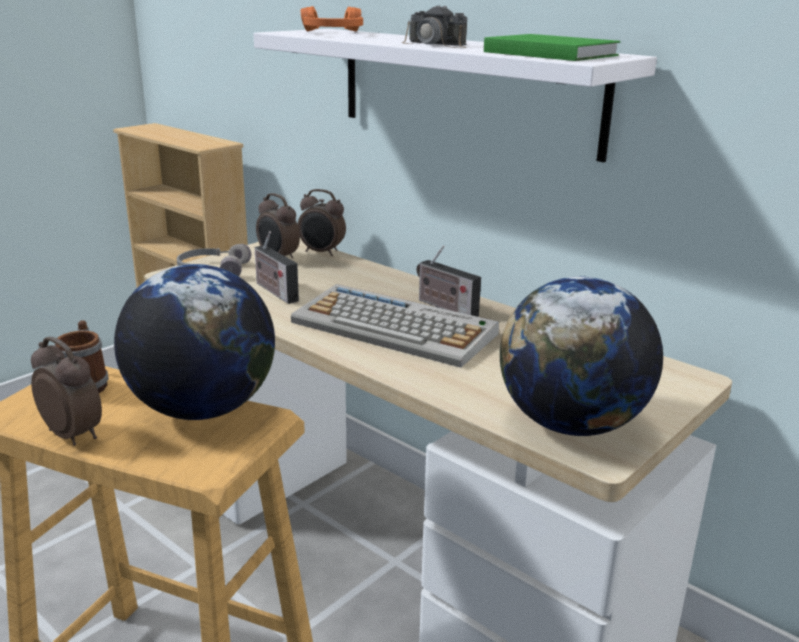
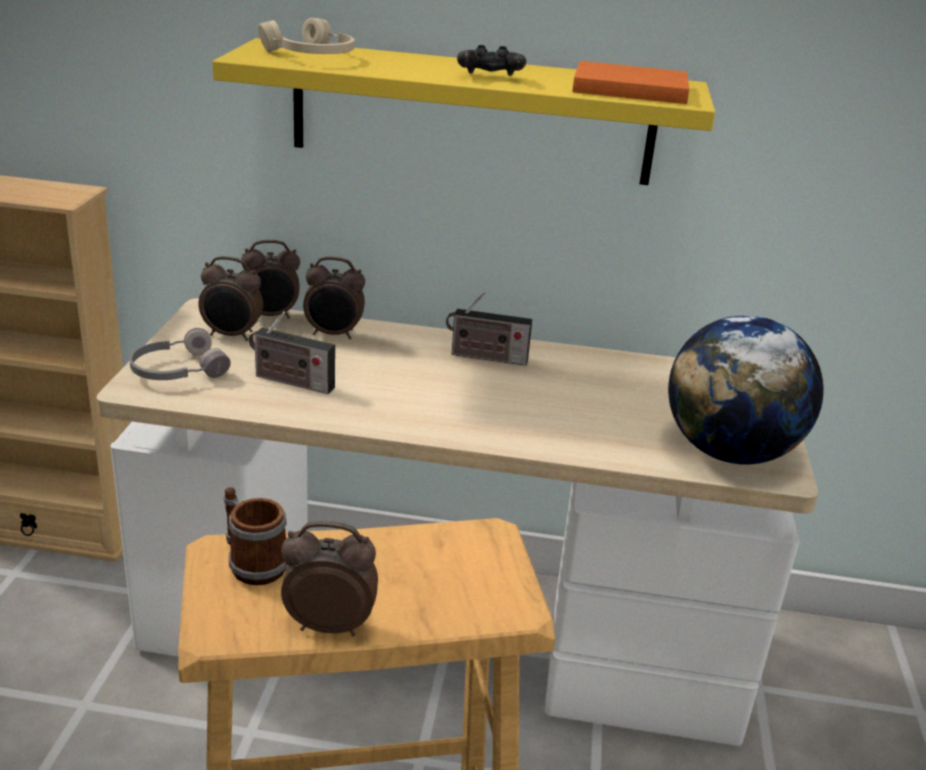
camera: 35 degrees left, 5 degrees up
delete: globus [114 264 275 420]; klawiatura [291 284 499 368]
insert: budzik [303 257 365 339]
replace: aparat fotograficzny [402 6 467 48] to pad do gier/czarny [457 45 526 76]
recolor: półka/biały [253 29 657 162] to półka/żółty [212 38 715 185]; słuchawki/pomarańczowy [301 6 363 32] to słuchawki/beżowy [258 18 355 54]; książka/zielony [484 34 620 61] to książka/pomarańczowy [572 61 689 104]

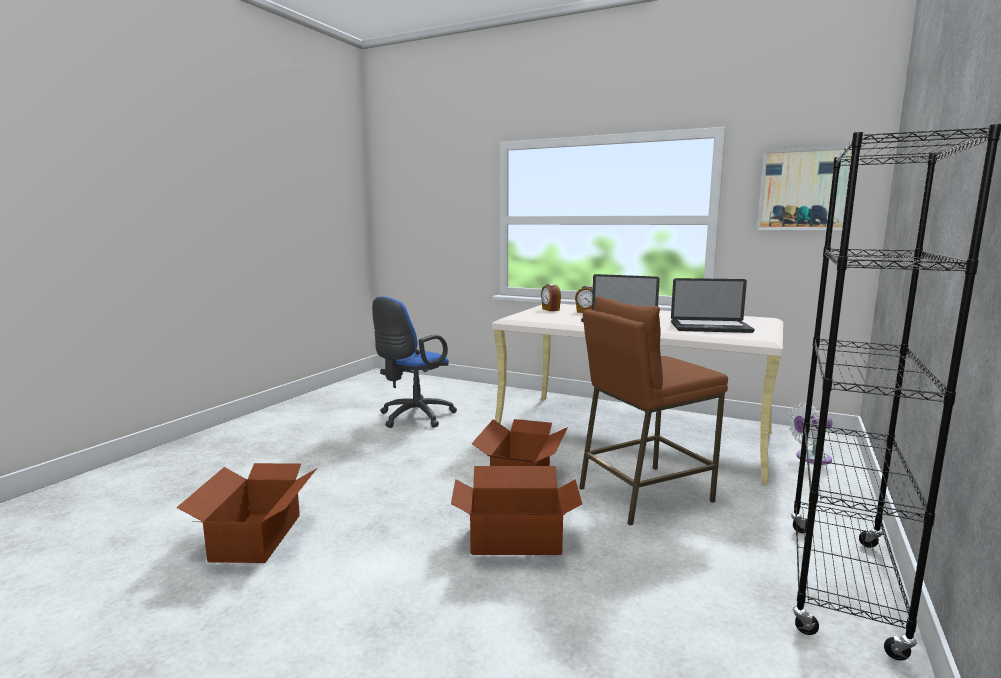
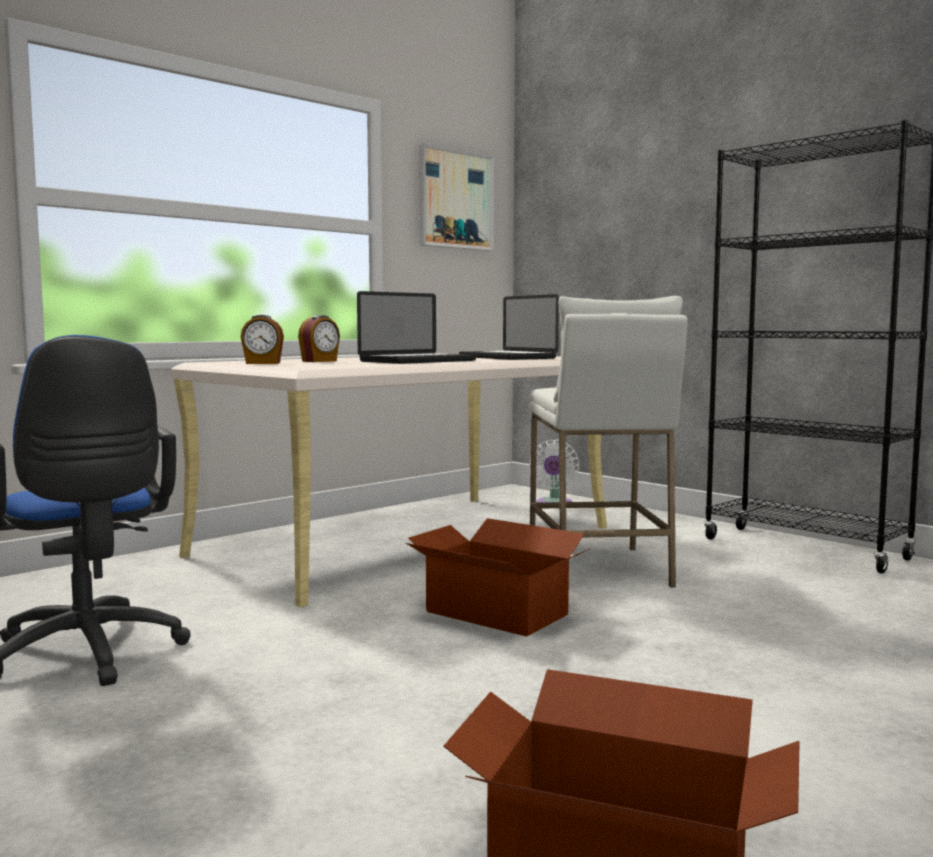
camera: 70 degrees left, 5 degrees down
delete: karton [451 466 582 555]
recolor: stołek/brązowy [579 296 728 525] to stołek/biały [530 296 688 587]
rotate: laptop [671 278 754 333] = [459 294 559 360] 120 degrees clockwise

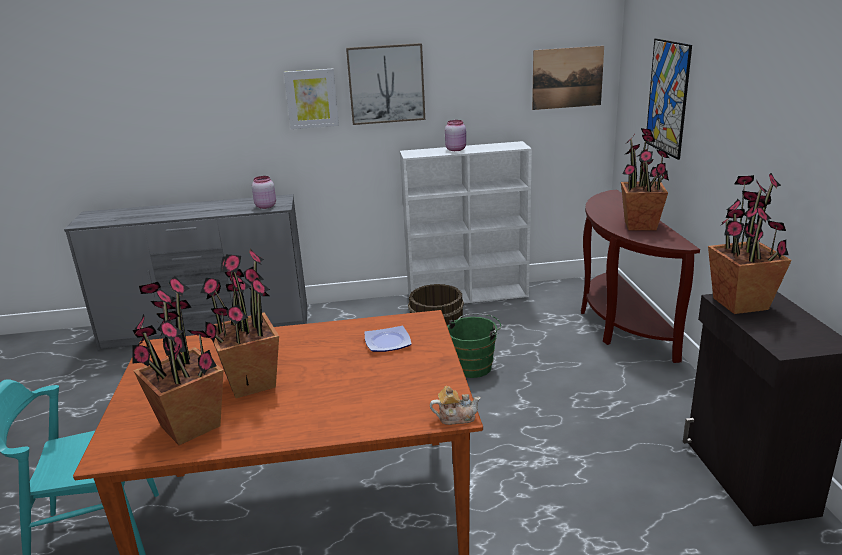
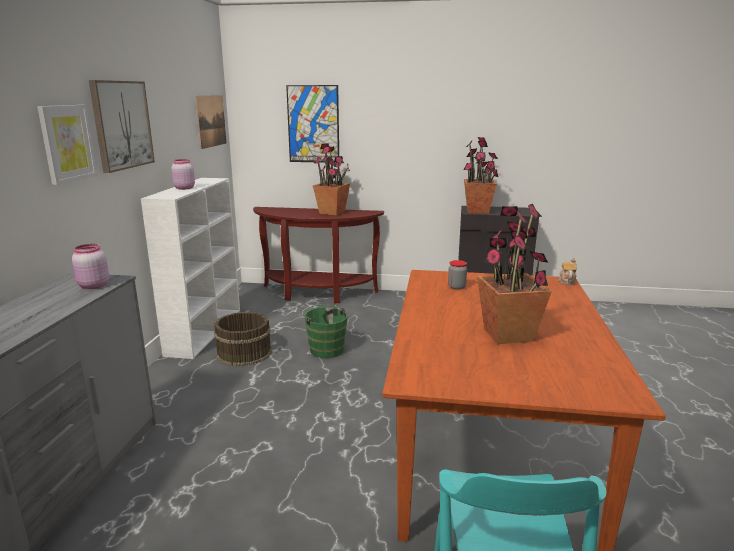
camera: 75 degrees left, 5 degrees down
delete: roślina doniczkowa [133 276 223 445]
replace: talerz [364 326 412 352] to słoik [448 260 467 290]

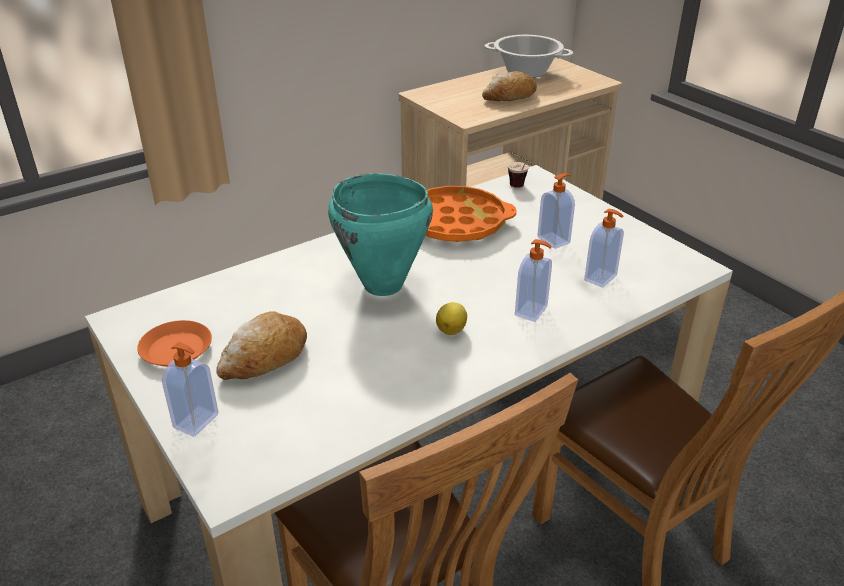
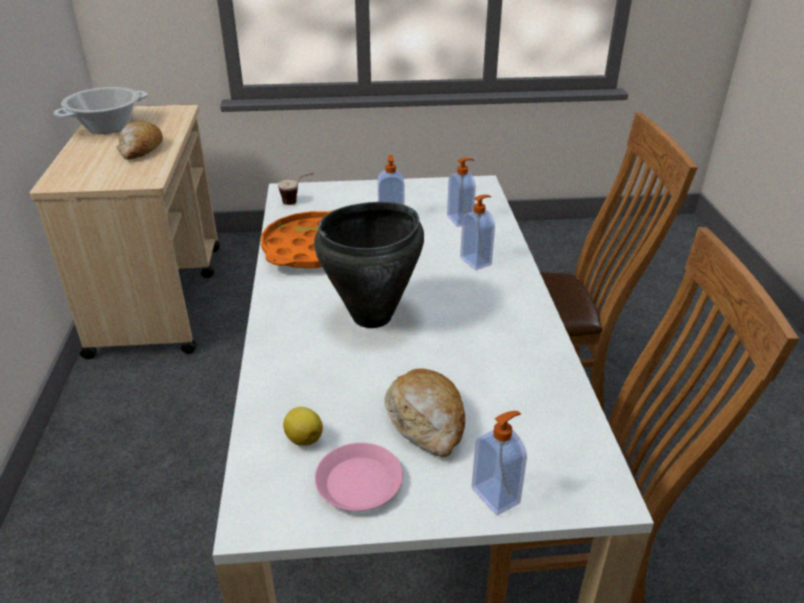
camera: 60 degrees left, 0 degrees up
move: cytryna [436 302 467 335] to [283 407 323 446]
recolor: talerz/pomarańczowy [137 320 212 367] to talerz/różowy [315 443 403 511]; garnek/turkusowy [328 173 433 296] to garnek/czarny [314 202 424 328]

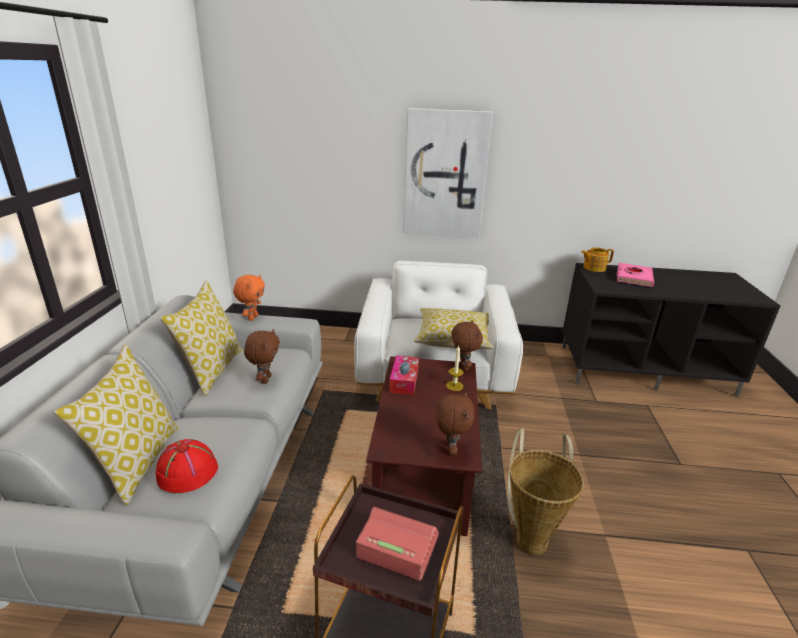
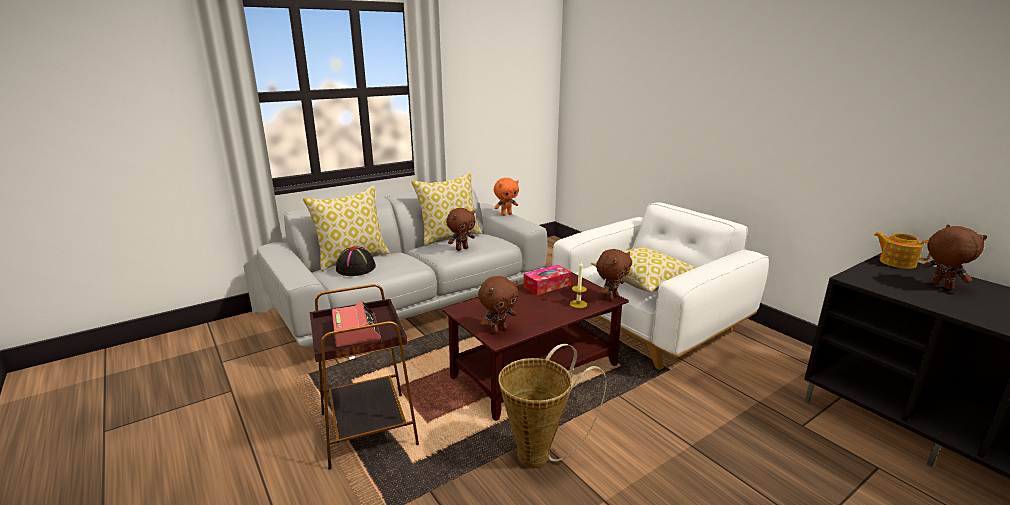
camera: 50 degrees right, 5 degrees down
delete: obraz [403 108 493 238]
replace: książka/różowy [616 263 654 287] to pluszak/brązowy [922 225 987 290]
recolor: kapelusz/czerwony [156 439 218 493] to kapelusz/czarny [336 246 376 276]

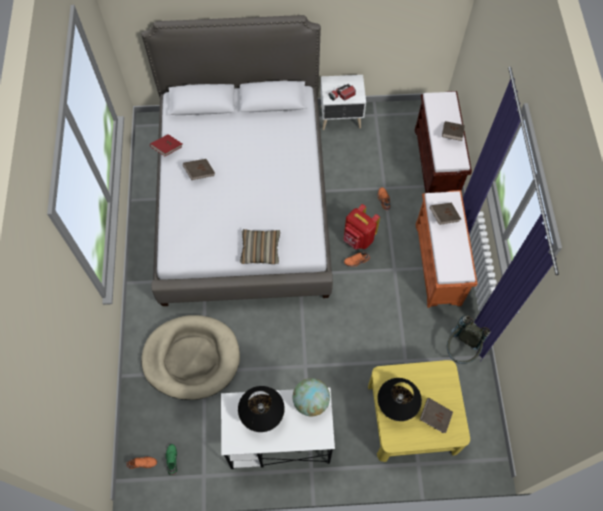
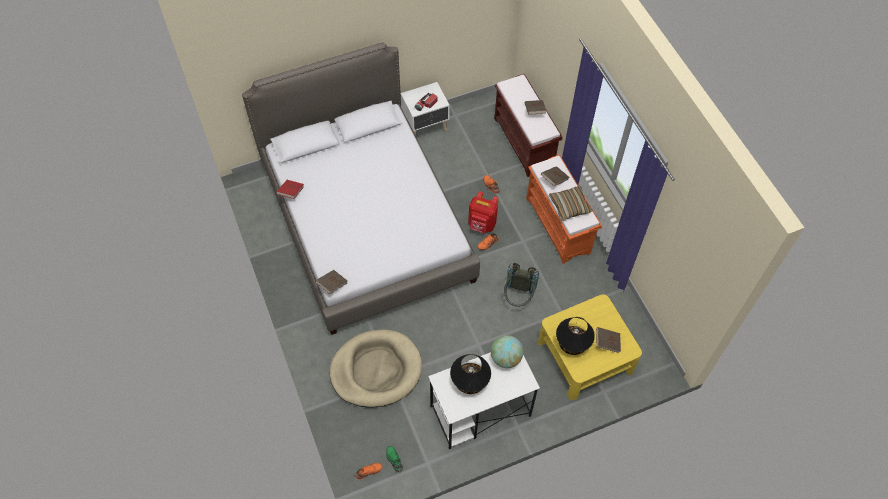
camera: 20 degrees left, 5 degrees down
move: książka/brązowy [183 159 215 180] to [315 270 347 294]; poduszka [240 229 280 264] to [549 185 592 221]; plecak/szary [447 315 491 364] to [504 263 539 307]

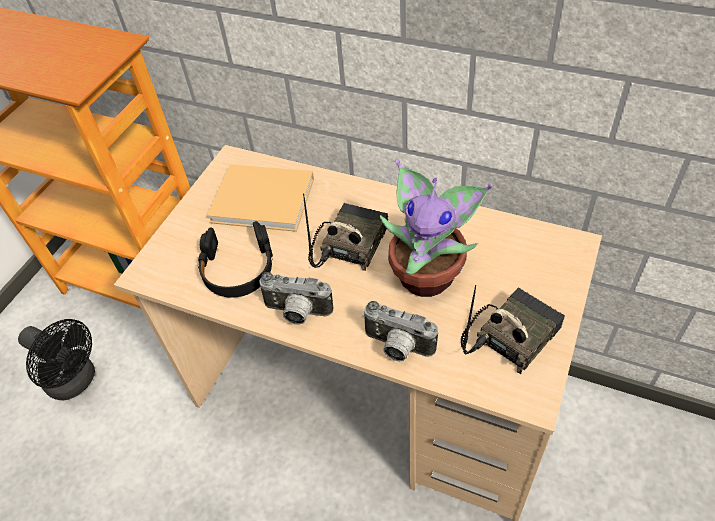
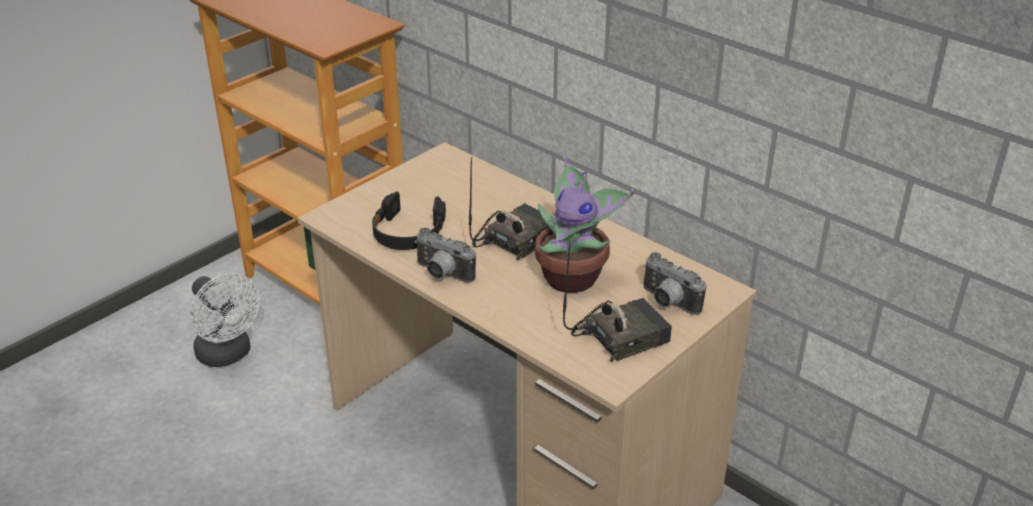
camera: 15 degrees right, 15 degrees down
delete: książka/beżowy [207 164 314 232]
move: aparat fotograficzny [362 301 438 362] to [643 252 706 315]
recolor: wentylator/czarny [18 319 95 400] to wentylator/biały [190 273 260 367]

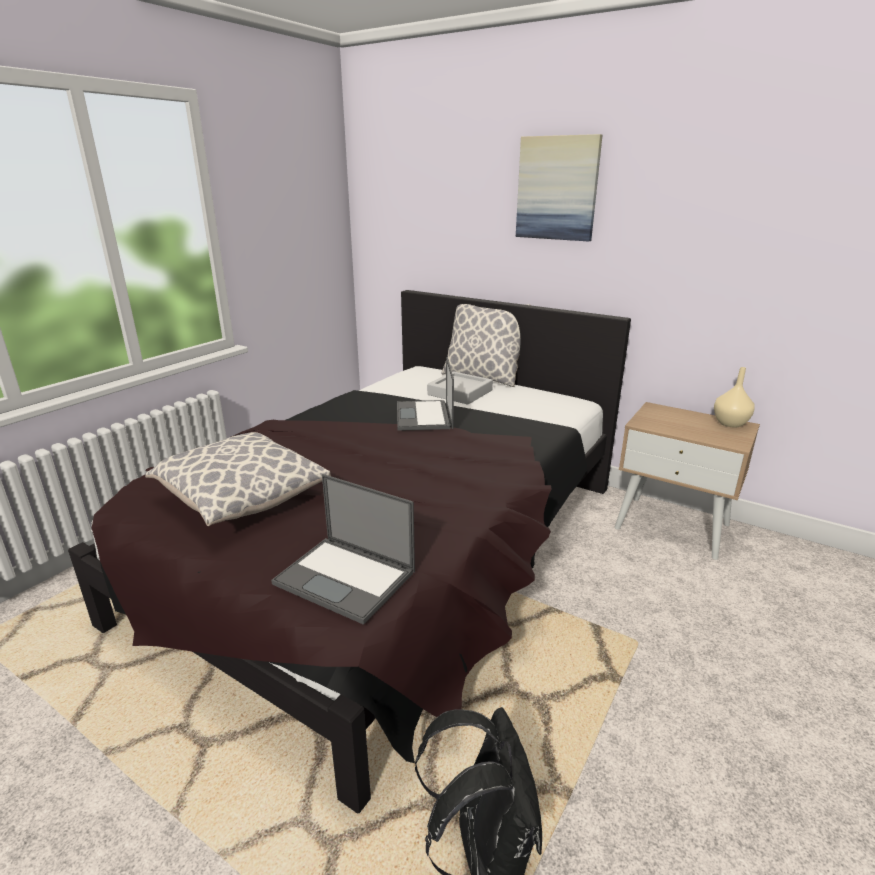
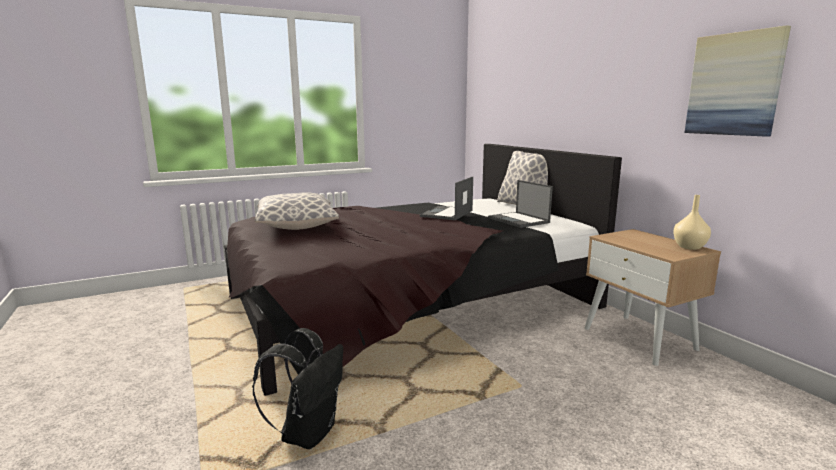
camera: 30 degrees right, 10 degrees down
delete: taca/szary [427 371 493 405]
move: laptop [271 474 415 625] to [488 180 553 228]; obraz [516 134 602 242] to [684 25 791 137]

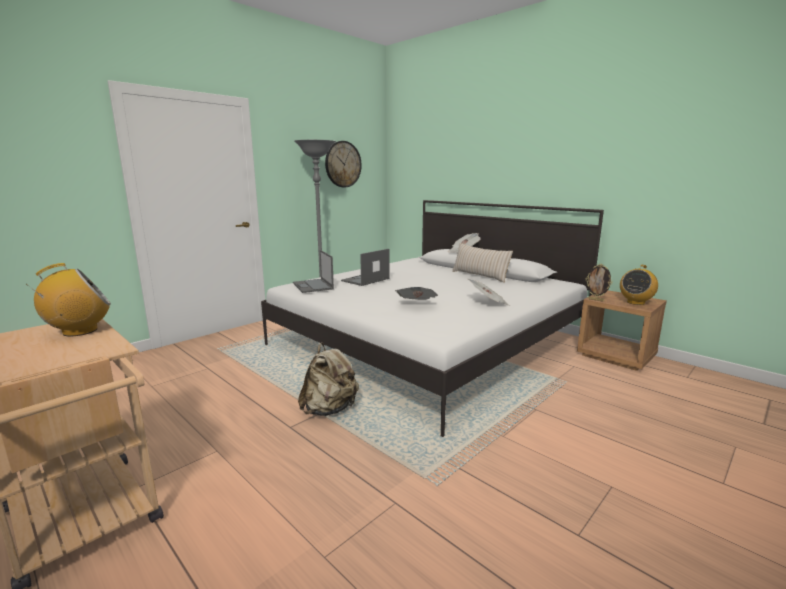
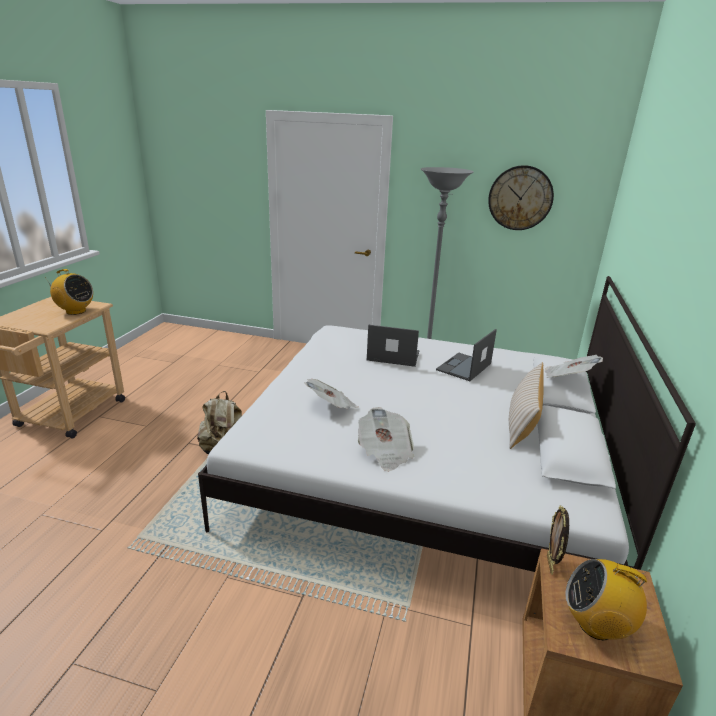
camera: 60 degrees right, 10 degrees up
move: laptop [293 250 334 293] to [436 329 497 381]

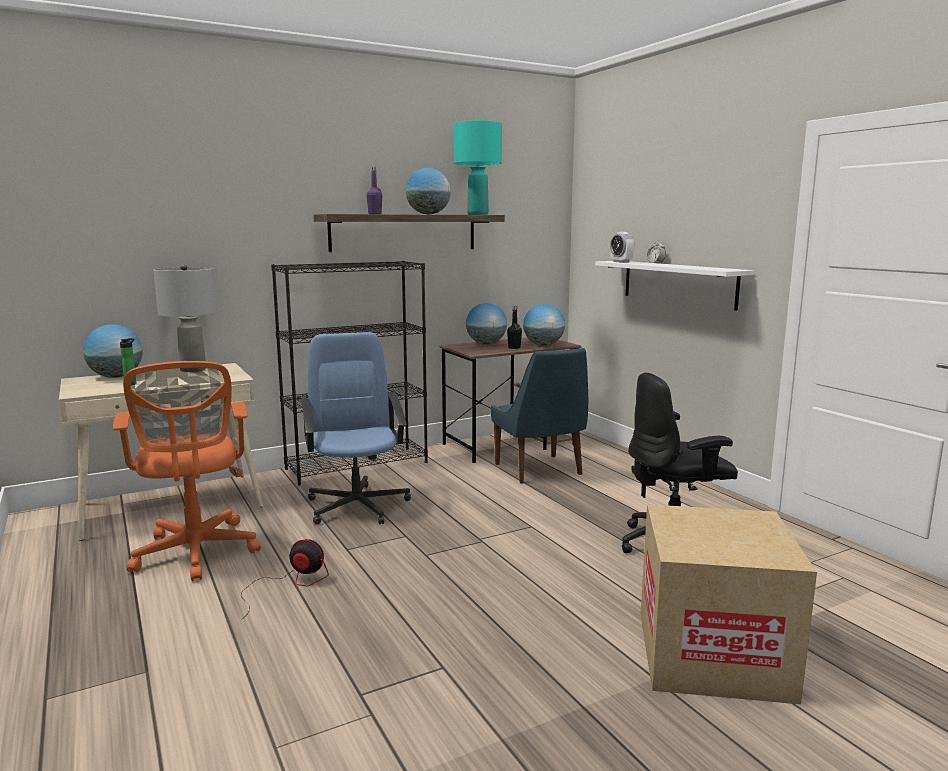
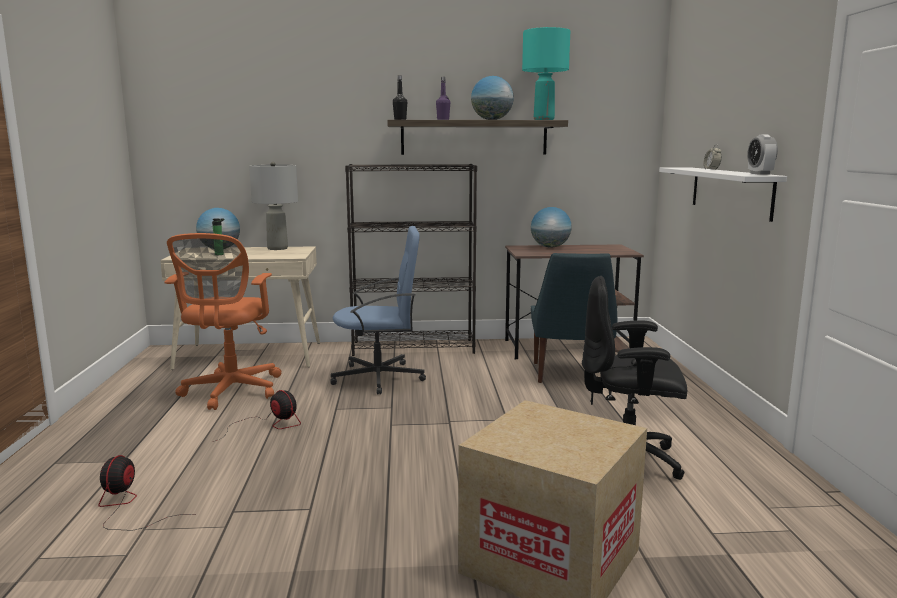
camera: 25 degrees right, 0 degrees up
delete: globus [523 304 565 346]
insert: wentylator [98 455 196 531]
move: butelka/czarny [507 305 522 349] to [393 75 407 120]; budzik [610 232 634 263] to [747 135 778 175]
rotate: krzesło biurowe/niebieski [301 332 411 525] = [330 226 426 394] 75 degrees clockwise

